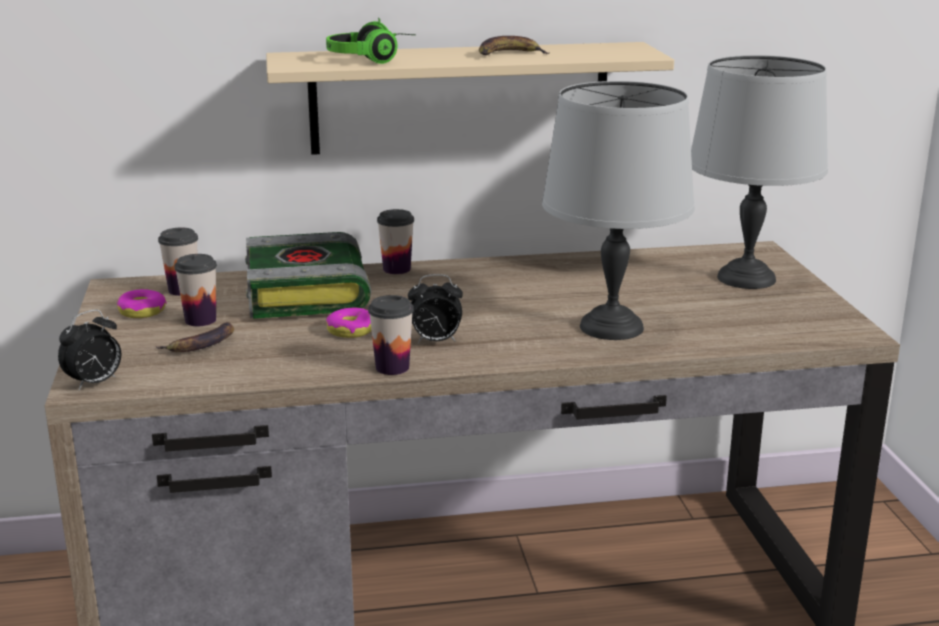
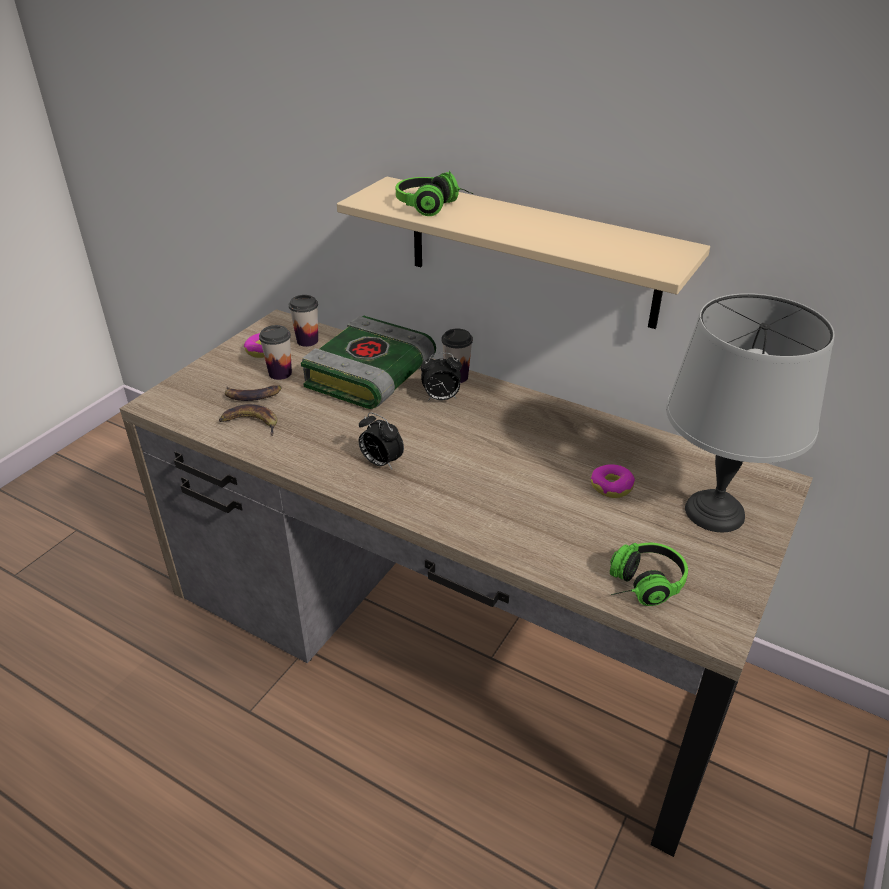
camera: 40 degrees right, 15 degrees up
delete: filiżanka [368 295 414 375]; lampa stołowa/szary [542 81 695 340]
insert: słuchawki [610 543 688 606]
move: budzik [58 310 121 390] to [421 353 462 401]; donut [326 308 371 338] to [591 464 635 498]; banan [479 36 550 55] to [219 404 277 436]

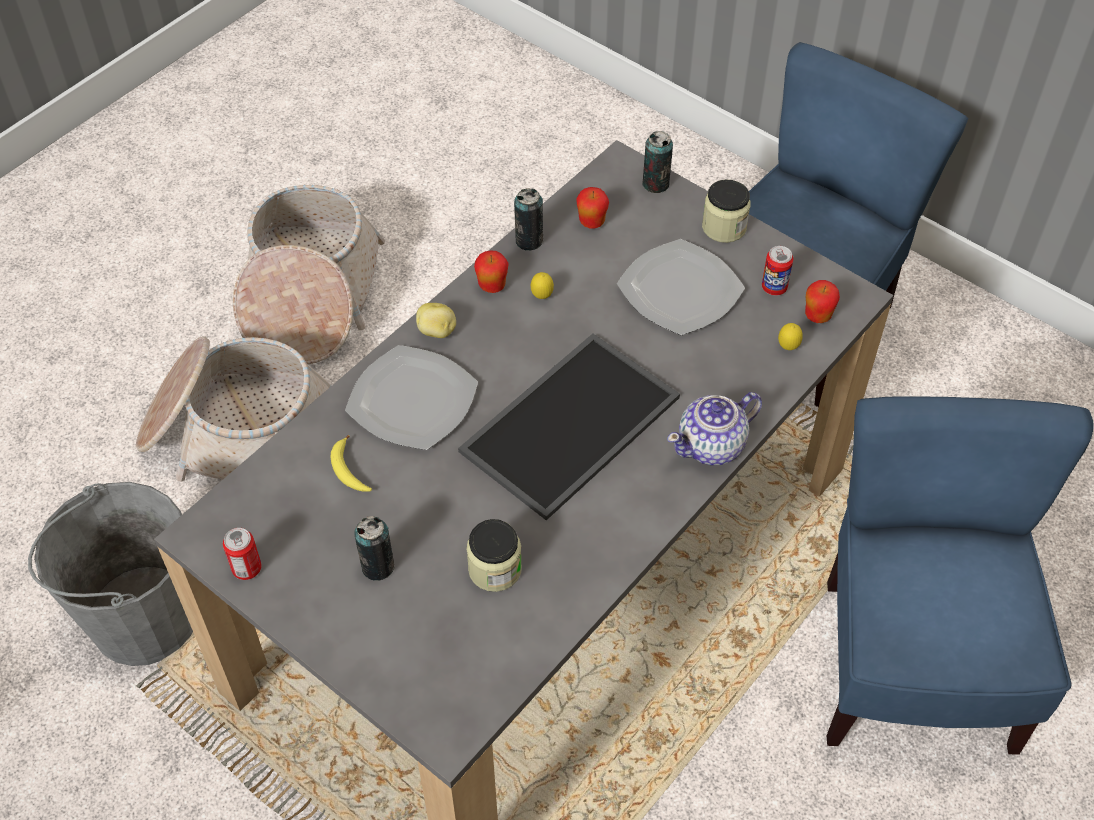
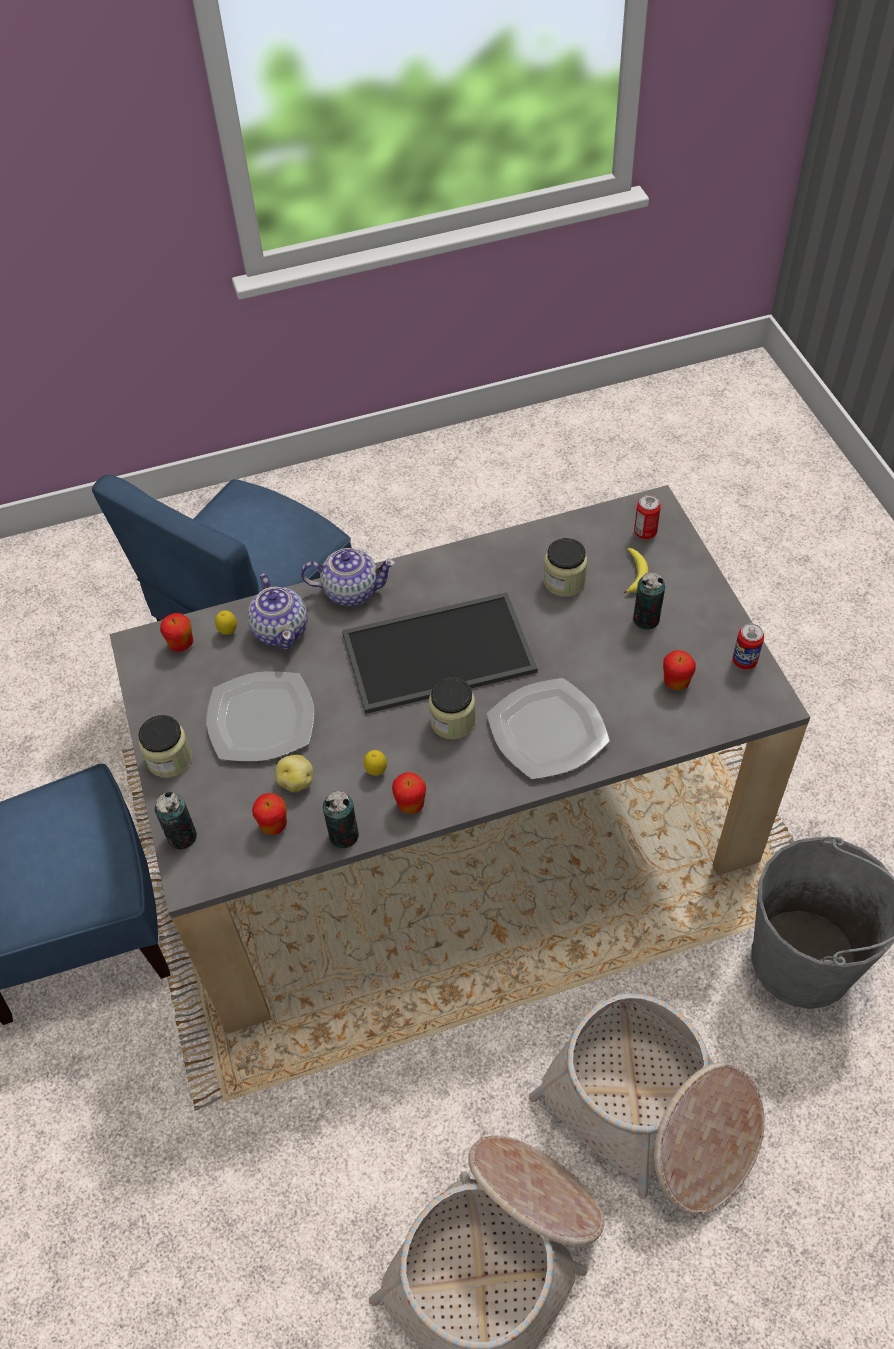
camera: 145 degrees left, 0 degrees up
insert: imbryk [248 573 308 649]; słoik [429 677 476 740]; jabłko [663 650 696 690]
move: banan [331 435 372 492] to [623 548 648 593]; ziemniak [416 303 456 338] to [275 755 313 792]; puszka [762 246 793 296] to [634 495 661 539]

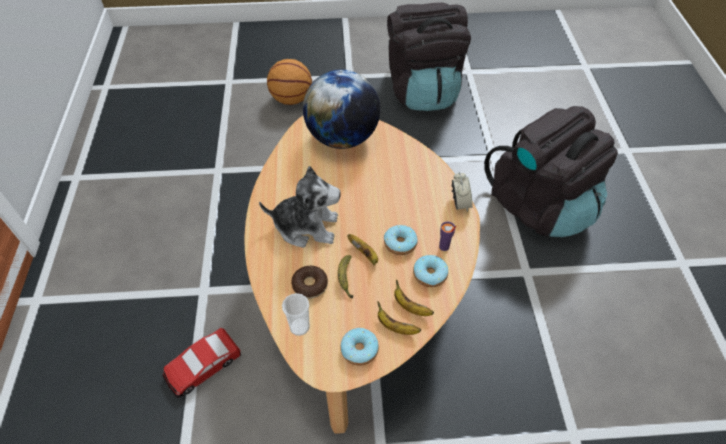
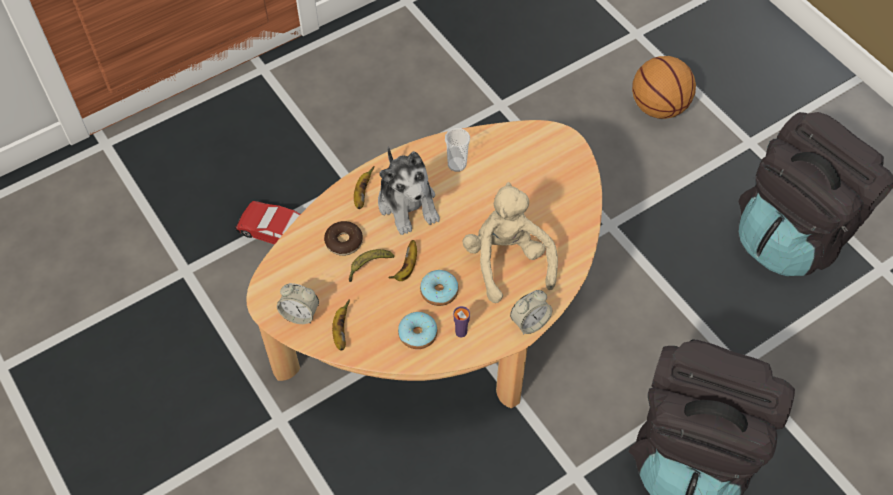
camera: 60 degrees right, 5 degrees up
delete: globus [303 70 380 149]
insert: pluszak/beżowy [463 182 558 303]
move: filiżanka [282 293 310 336] to [445 128 470 172]; banan [394 279 434 316] to [354 166 374 209]
replace: donut [340 328 379 366] to budzik [277 283 319 324]

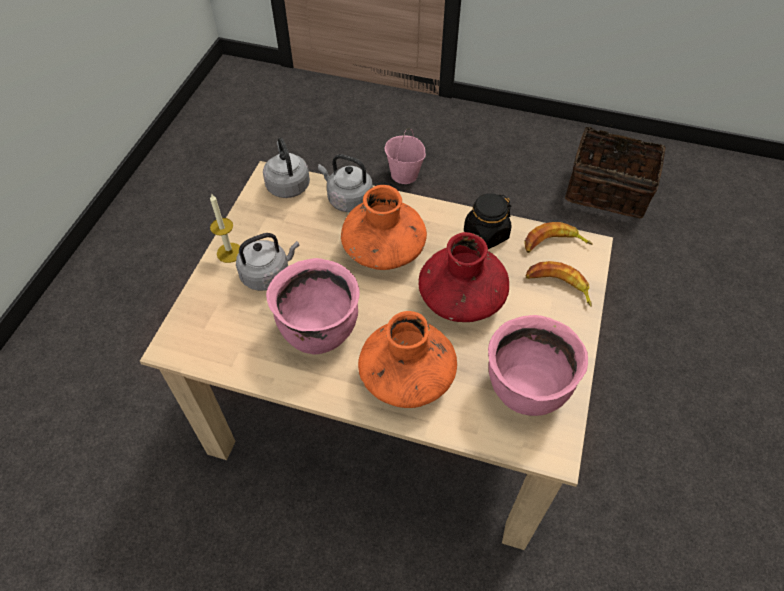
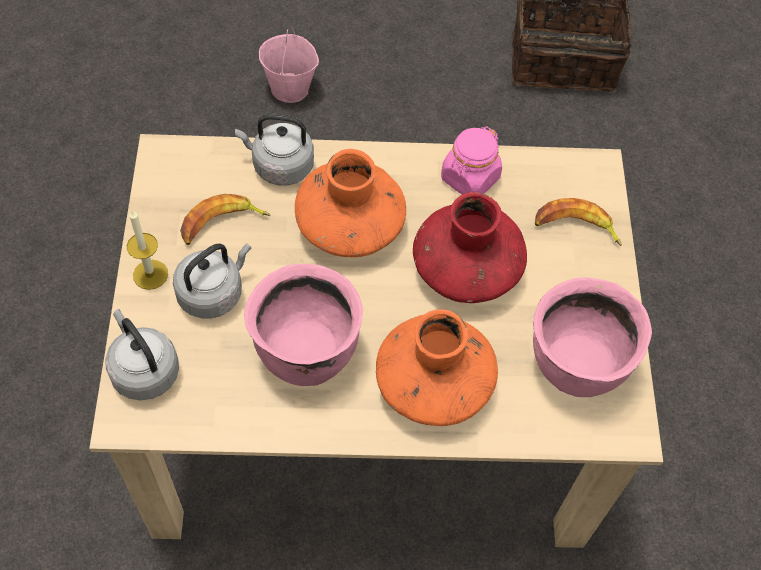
camera: 20 degrees left, 5 degrees up
move: czajnik/szary [263 138 310 198] to [105 309 179 400]; banan [524 222 593 253] to [180 194 270 245]
recolor: słoik/czarny [464 193 511 249] to słoik/różowy [441 126 502 195]

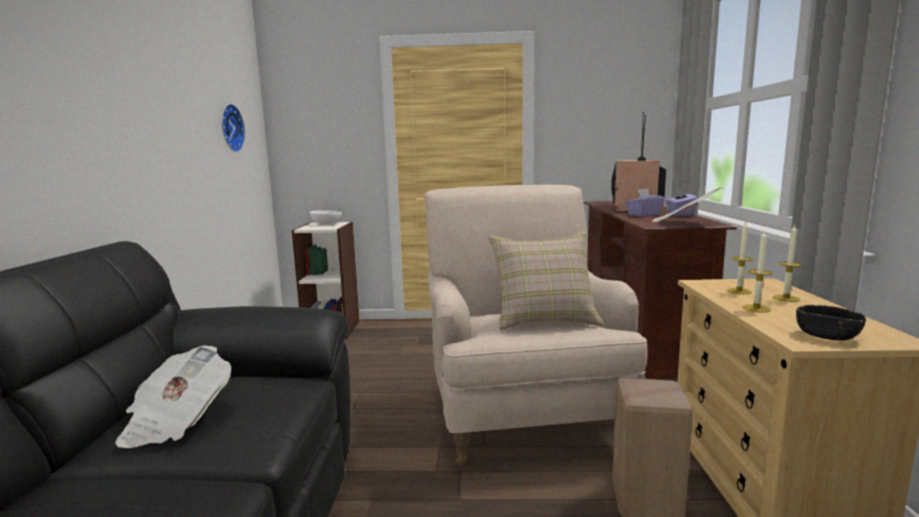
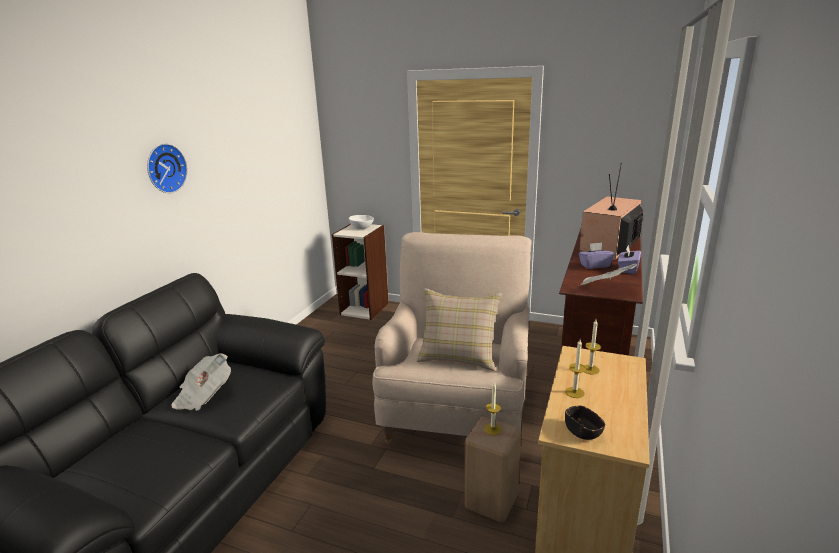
camera: 20 degrees right, 10 degrees up
move: zegar ścienny [222 104 245 152] to [147 144 188 193]; świeca [773 224 802 302] to [484 383 501 435]

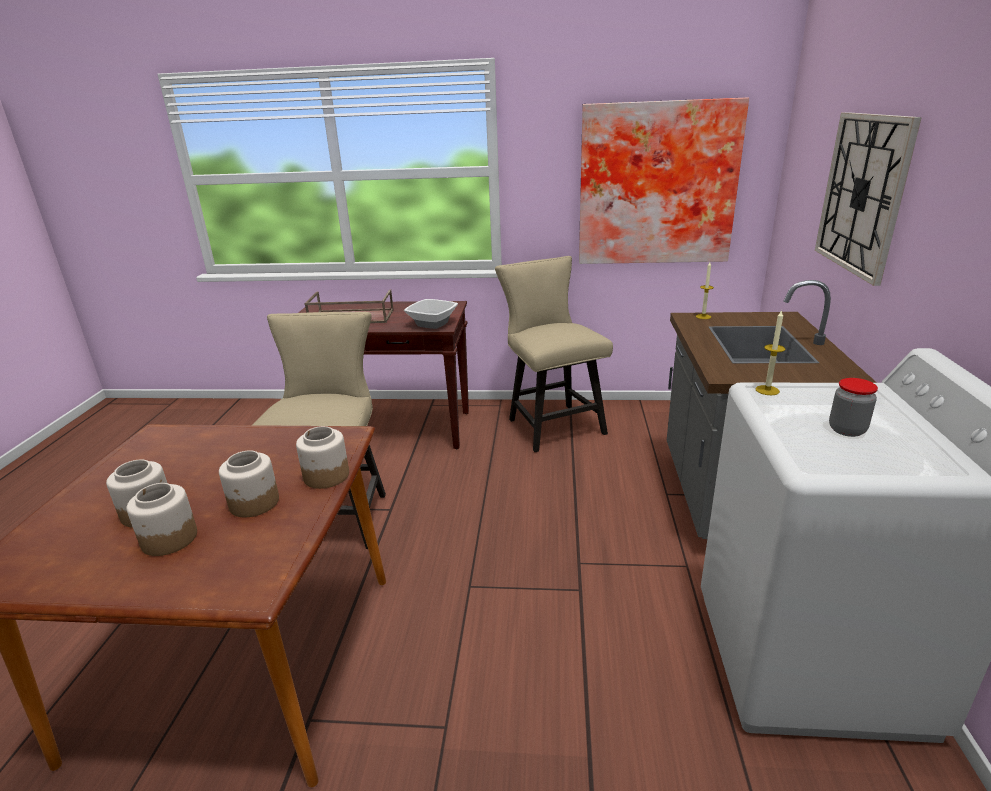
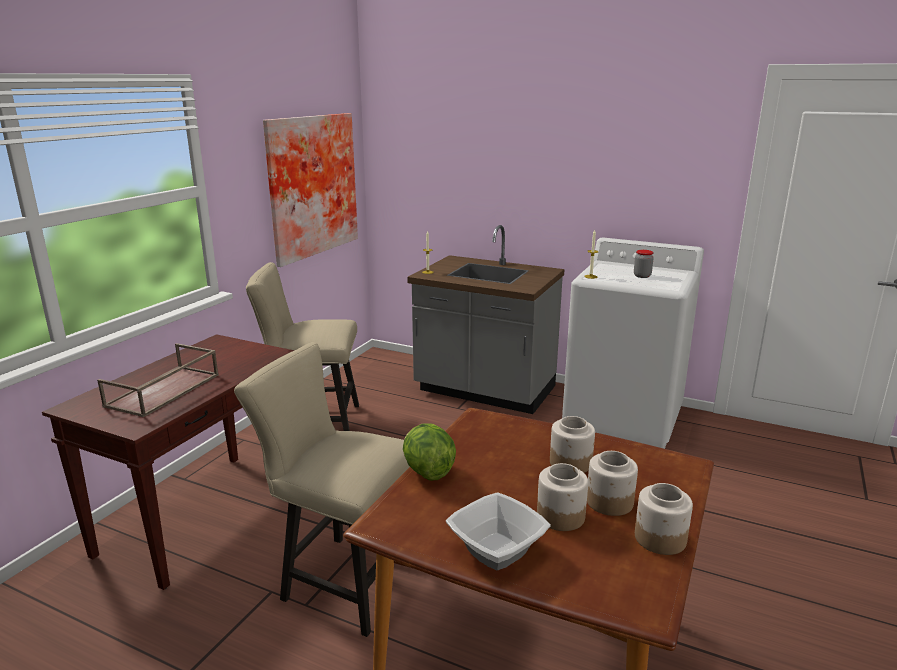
camera: 70 degrees left, 5 degrees down
delete: zegar ścienny [815 112 922 286]
insert: sałata [403 423 456 481]
move: słoik [296 426 349 489] to [635 483 693 555]; miska [404 299 458 329] to [446 492 551 570]

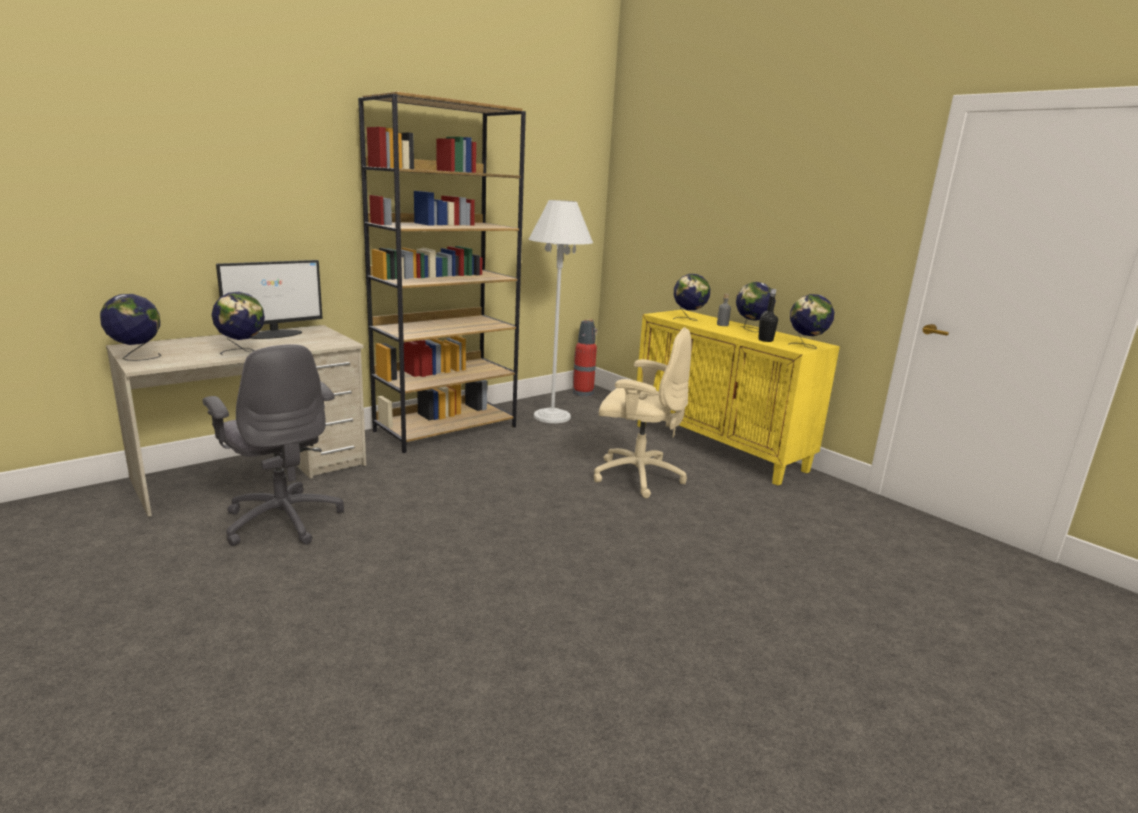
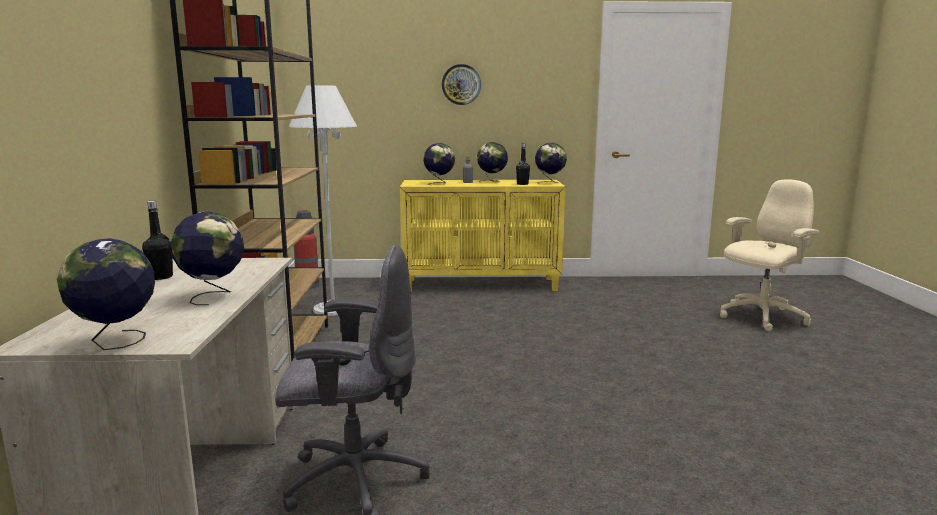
camera: 50 degrees left, 5 degrees down
insert: zegar ścienny [442 64 481 105]
move: krzesło biurowe/beżowy [594 327 691 498] to [720 179 820 331]
replace: monitor [216 260 323 339] to butelka/czarny [142 201 173 280]

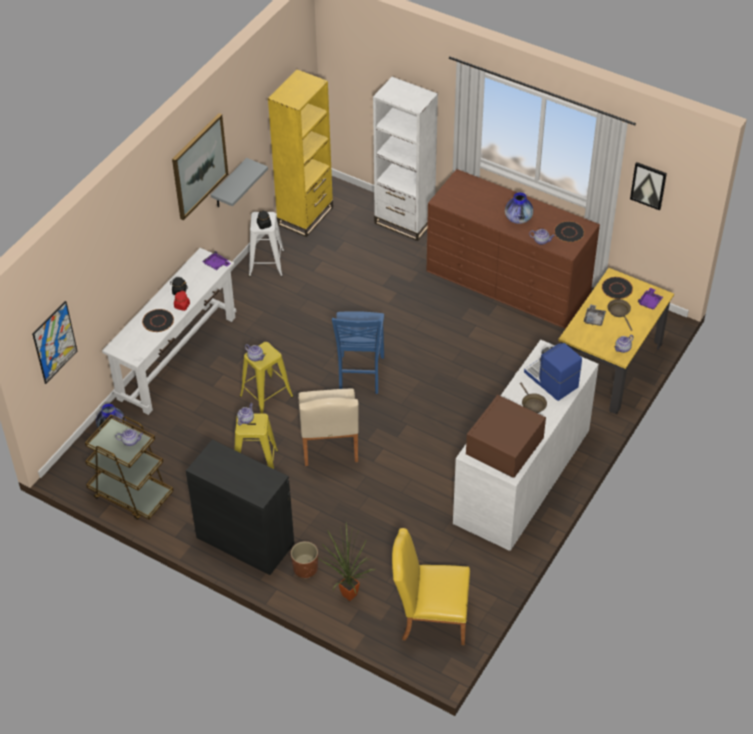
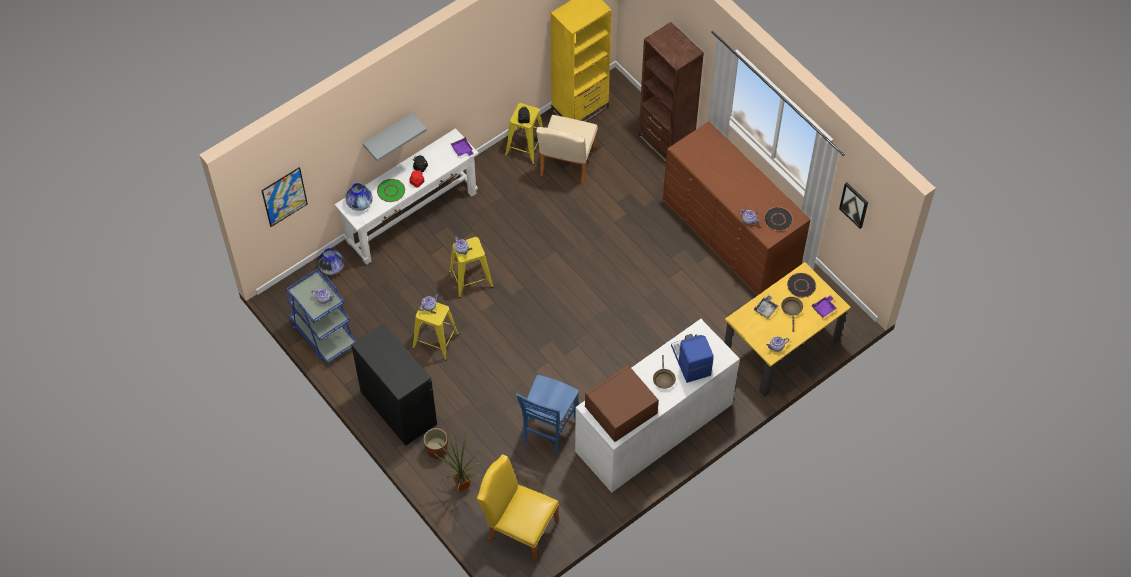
camera: 20 degrees right, 10 degrees up
delete: obraz [172 113 228 220]
move: półka/szary [211 158 268 207] to [363 113 427 161]; krzesło/beżowy [298 388 359 466] to [536 115 598 186]; krzesło/niebieski [332 311 384 394] to [516 375 579 456]; wazon [505 192 533 224] to [346 183 373 211]
recolor: wózek/brązowy [85 415 174 520] to wózek/niebieski [286 269 356 364]; talerz/czarny [142 309 174 332] to talerz/zielony [377 179 405 202]; stołek/biały [249 212 284 277] to stołek/żółty [505 103 543 165]; regał/biały [373 77 438 241] to regał/brązowy [638 22 704 163]

